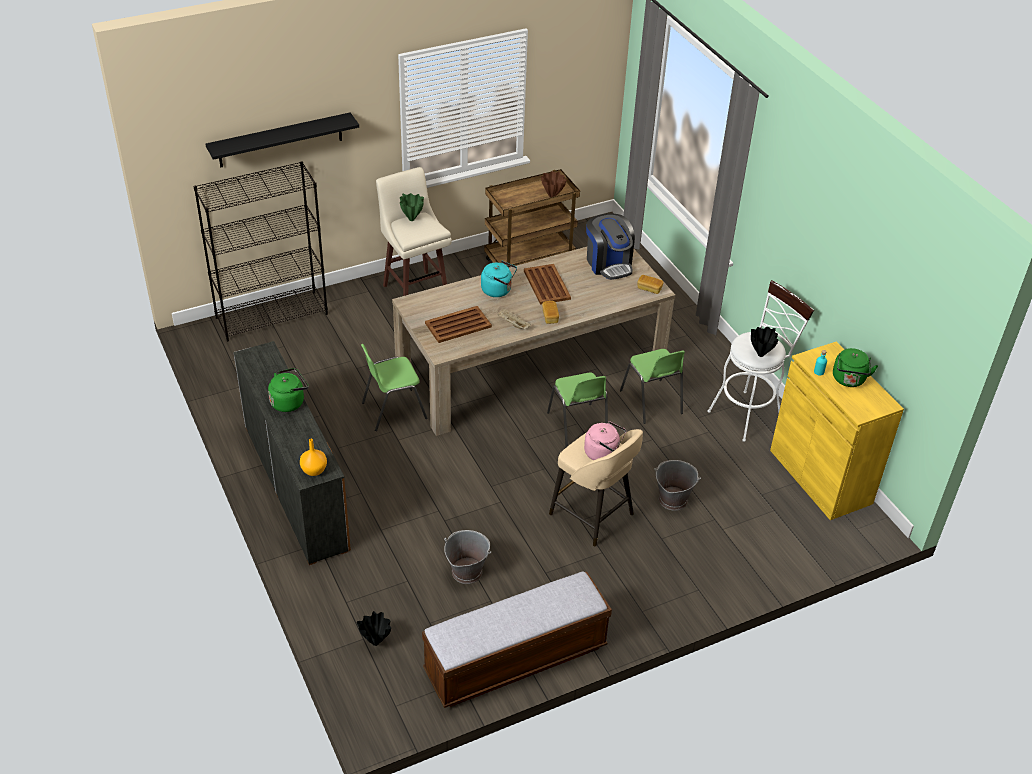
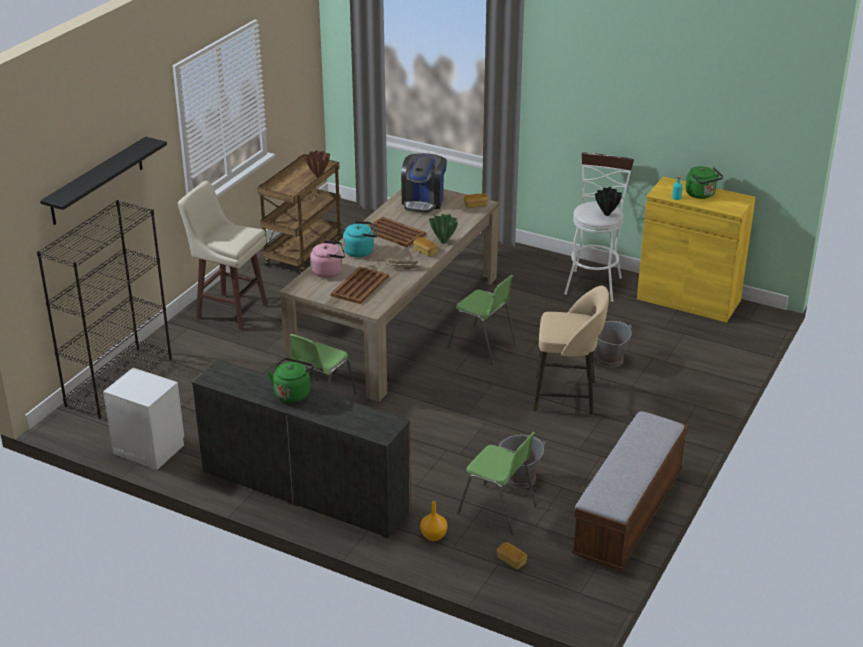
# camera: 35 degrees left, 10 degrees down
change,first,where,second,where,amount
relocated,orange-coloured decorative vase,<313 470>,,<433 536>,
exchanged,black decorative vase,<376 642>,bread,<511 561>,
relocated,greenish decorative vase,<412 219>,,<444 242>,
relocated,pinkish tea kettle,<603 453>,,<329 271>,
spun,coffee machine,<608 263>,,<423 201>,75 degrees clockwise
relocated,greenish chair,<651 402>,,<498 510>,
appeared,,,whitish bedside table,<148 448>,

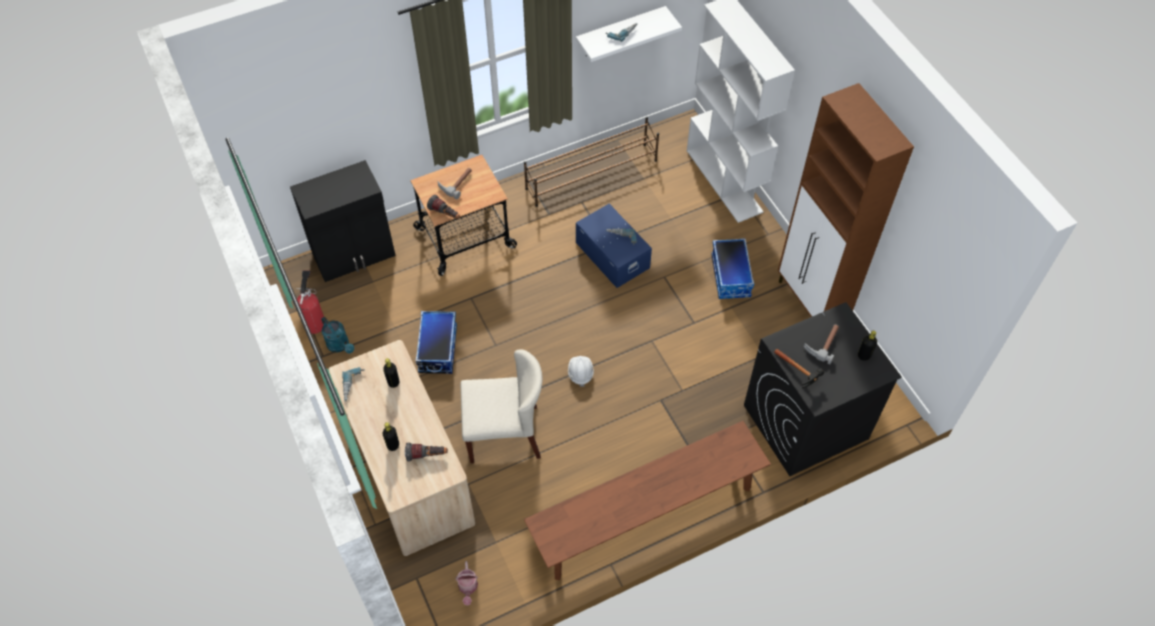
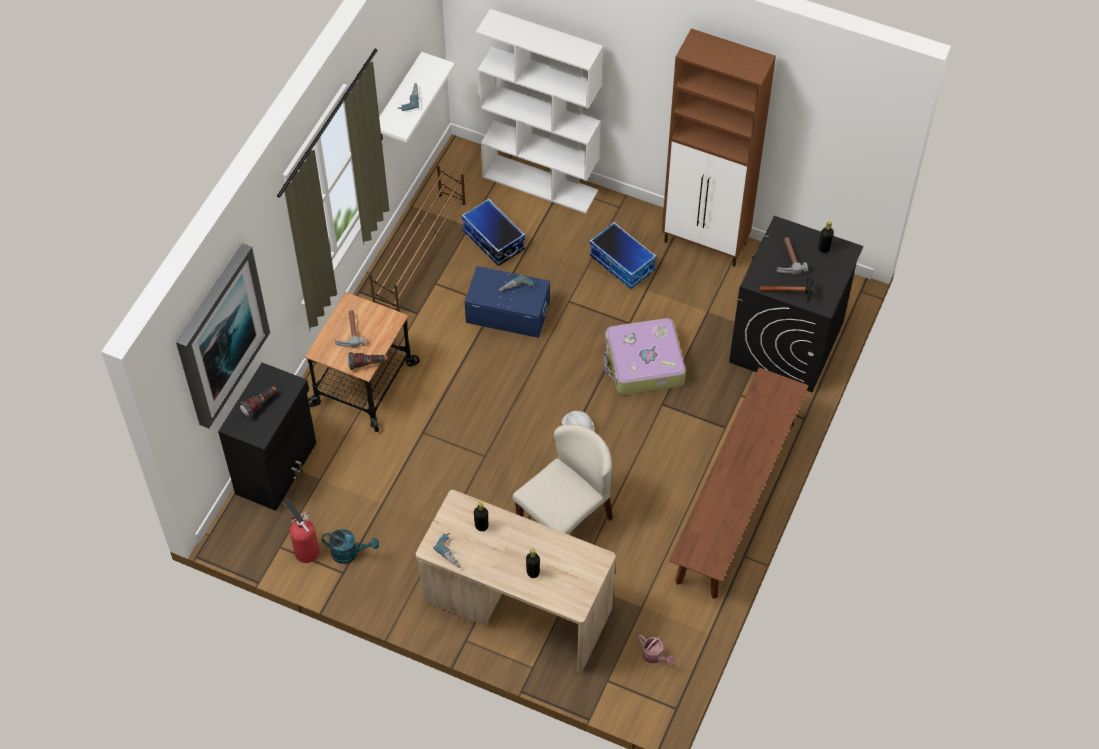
# camera: 40 degrees left, 0 degrees up
change,first,where,second,where,amount
relocated,flashlight,<427 455>,,<260 405>,
relocated,storage container,<437 349>,,<493 240>,
appeared,,,wall picture,<220 335>,
appeared,,,suitcase,<643 364>,

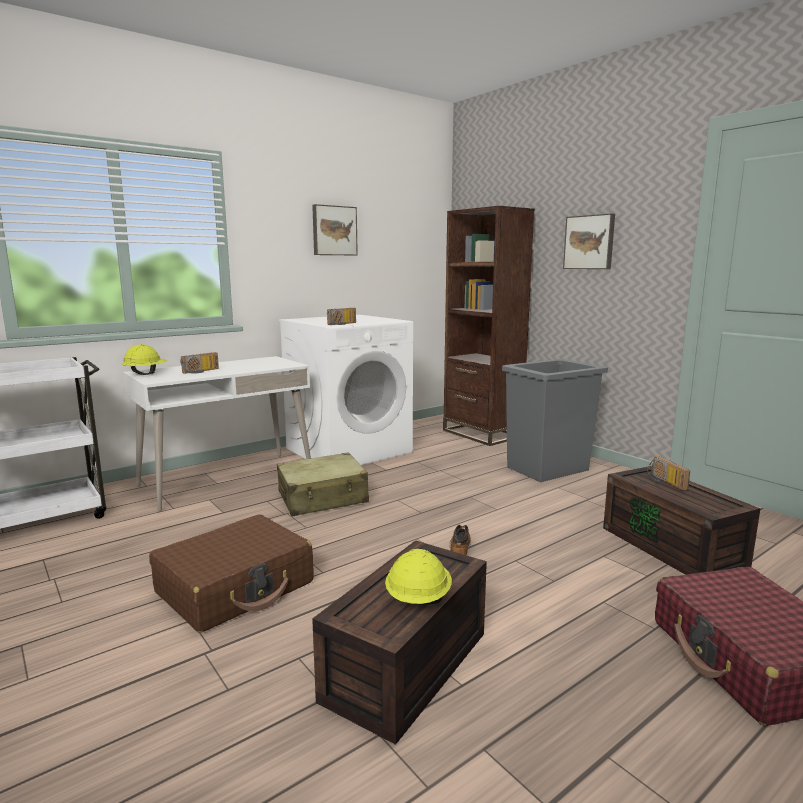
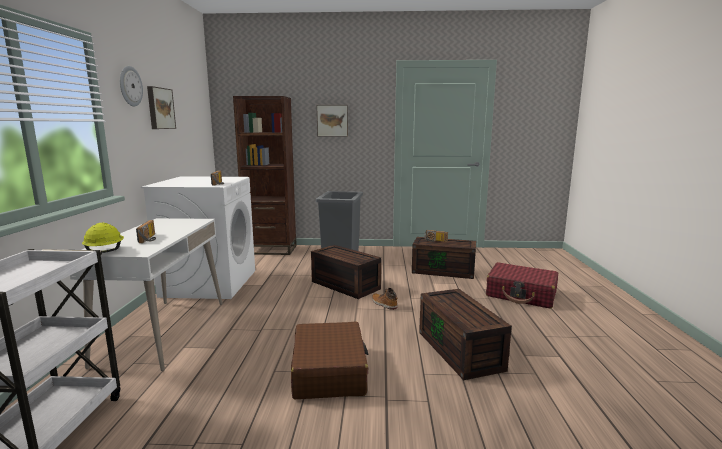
# camera: 50 degrees left, 0 degrees up
change,first,where,second,where,amount
missing,beige-coloured suitcase,<323 498>,,,
missing,yellow-coloured hard hat,<418 599>,,,
appeared,,,clock on the wall,<130 86>,
appeared,,,brownish storage container,<344 285>,

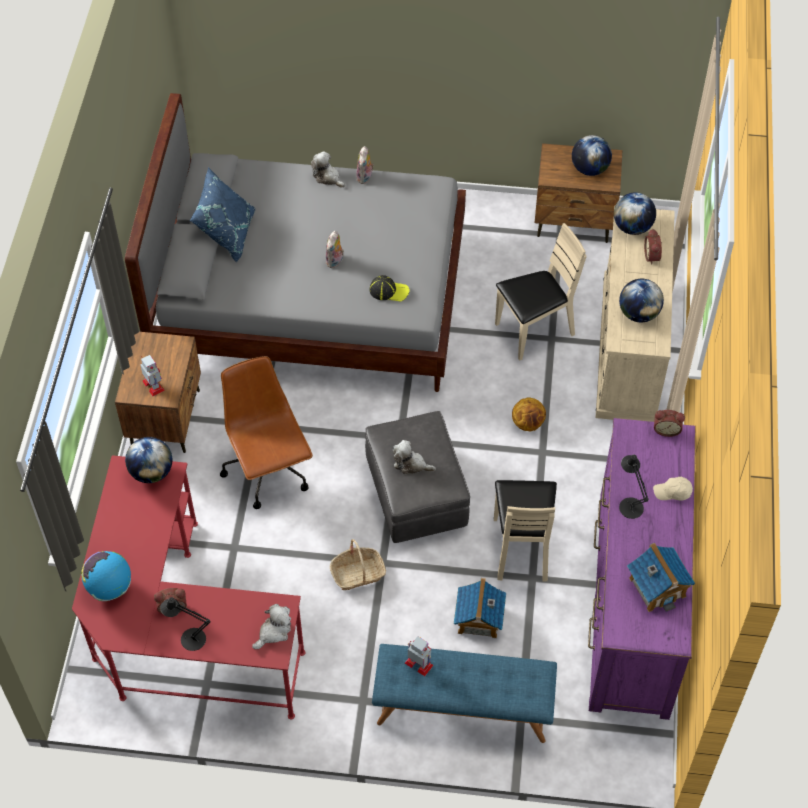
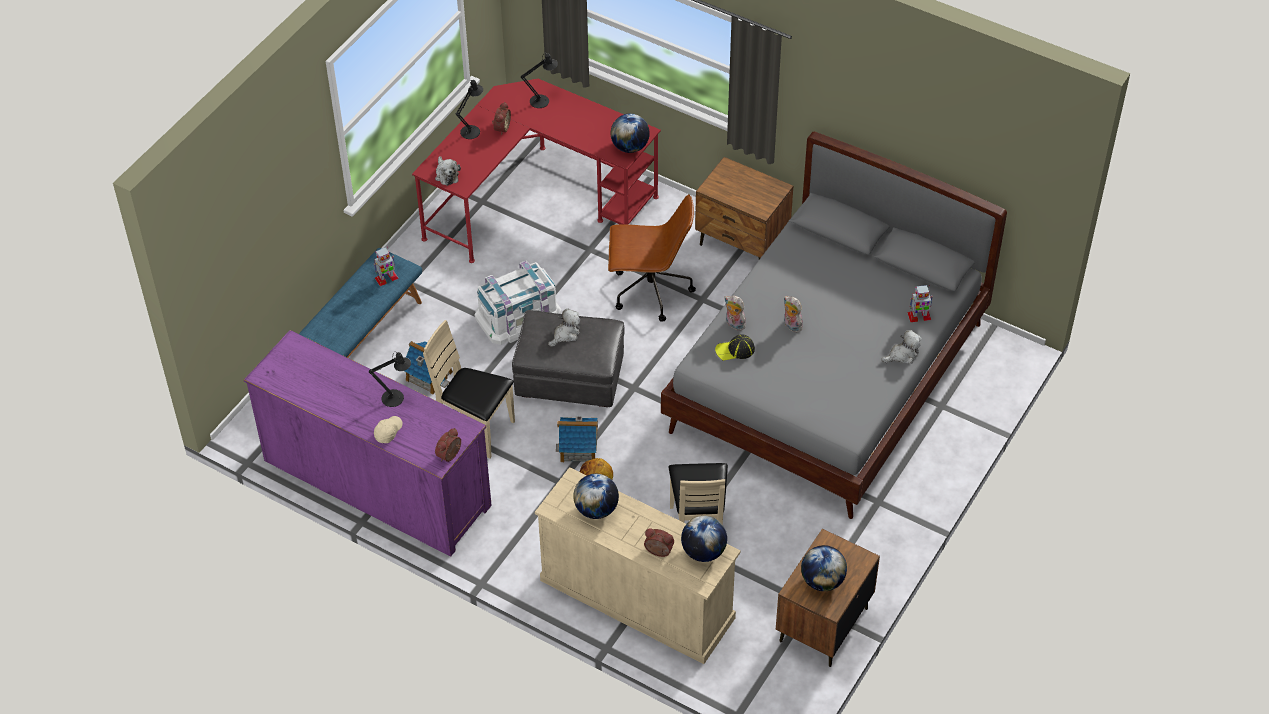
# camera: 115 degrees right, 5 degrees down
change,first,where,second,where,amount
exchanged,desk globe,<110 587>,black table lamp,<542 101>,
relocated,toy robot,<153 386>,,<919 316>,
missing,blue-coloured cushion,<226 233>,,,
exchanged,basket,<358 574>,whitish storage container,<518 315>,
relocated,soft toy,<365 178>,,<734 324>,
spun,peaked cap,<389 291>,,<735 350>,45 degrees clockwise
relocated,toy house,<657 587>,,<578 448>,

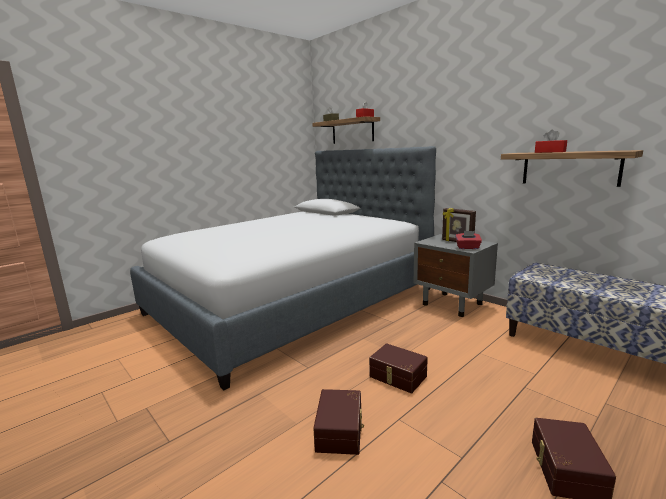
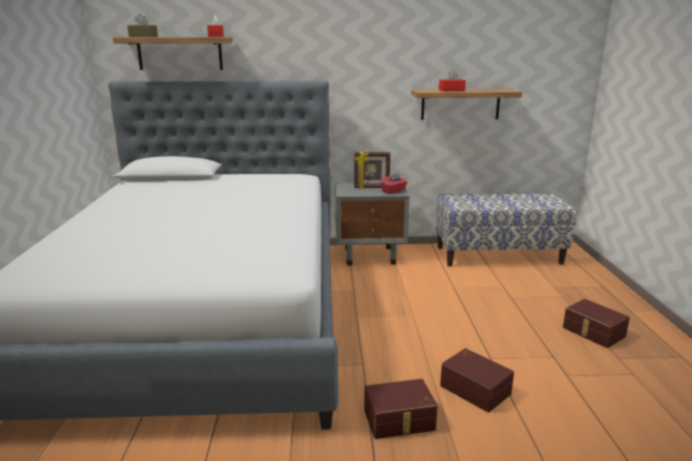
# camera: 50 degrees left, 5 degrees up
change,first,where,second,where,amount
relocated,brownish storage container,<397 377>,,<399 420>,

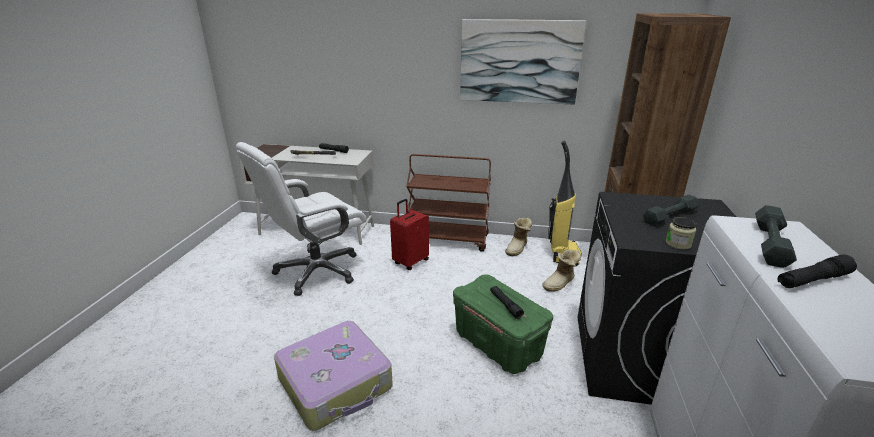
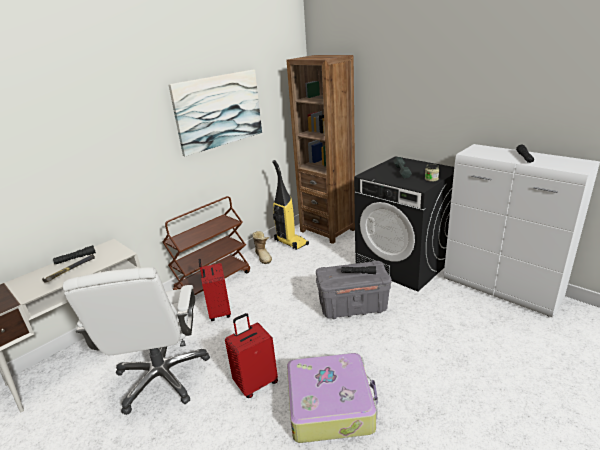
# camera: 55 degrees left, 0 degrees up
change,first,where,second,where,amount
colour,greenish storage container,<498 344>,grey storage container,<353 306>,
missing,boot,<560 283>,,,
missing,grey hand weight,<770 244>,,,
appeared,,,red suitcase,<256 383>,

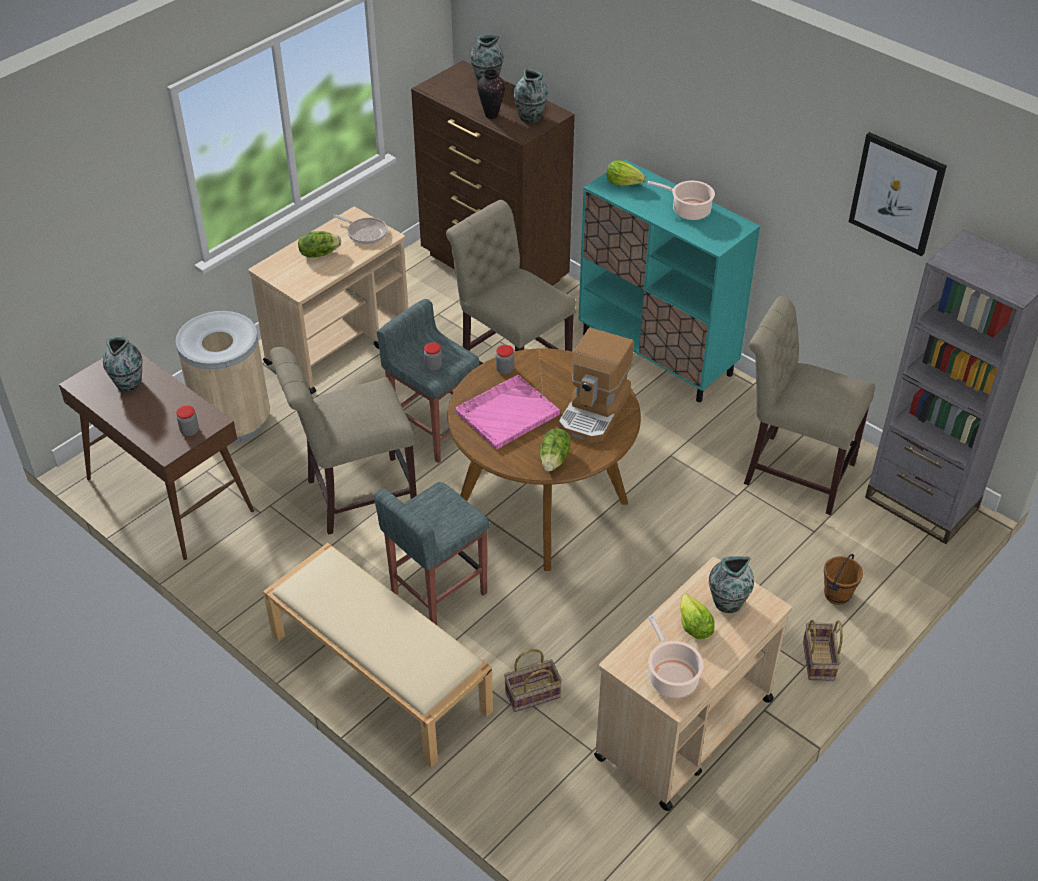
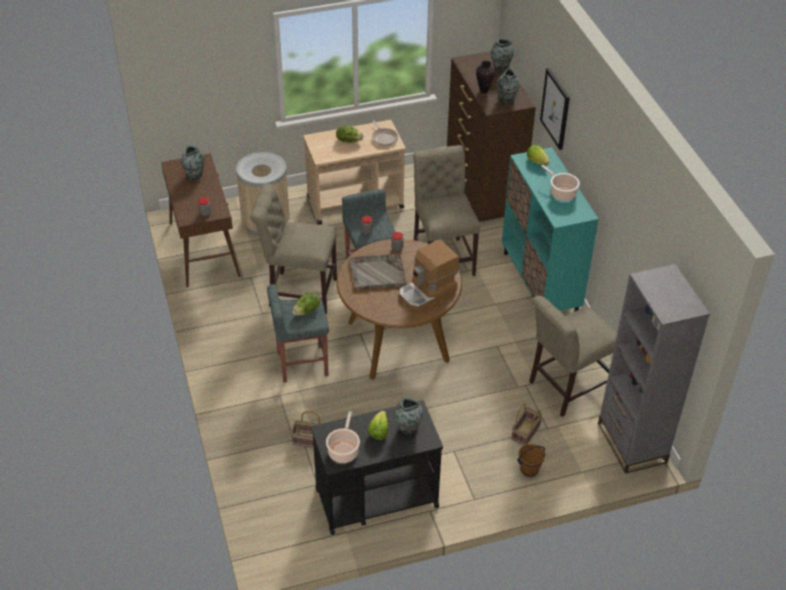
# camera: 30 degrees right, 0 degrees up
change,first,where,second,where,amount
missing,beige-coloured indoor bench,<378 672>,,,
colour,pinkish tray,<506 413>,grey tray,<377 273>,
relocated,lettuce head,<555 459>,,<307 311>,
colour,beige-coloured trolley,<683 729>,black trolley,<375 498>,
spun,beige-coloured chair,<793 471>,,<565 387>,90 degrees counterclockwise
relocated,basket,<819 661>,,<525 433>,
relocated,wall picture,<897 193>,,<555 108>,

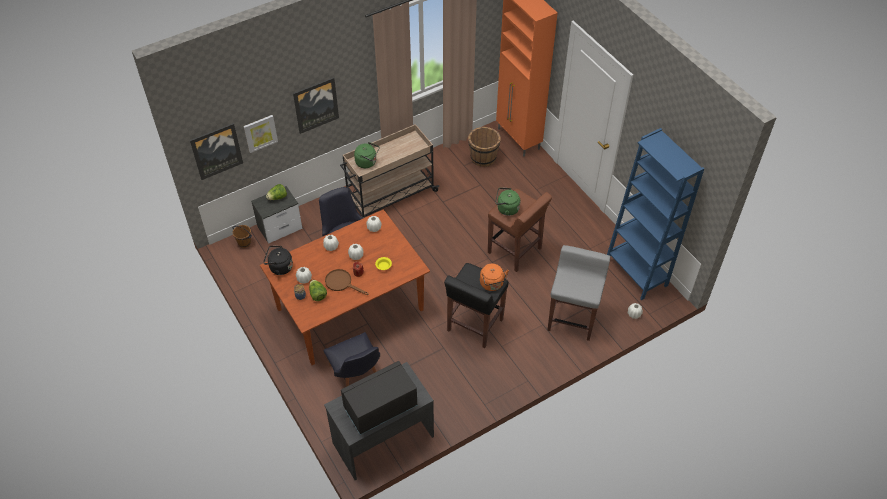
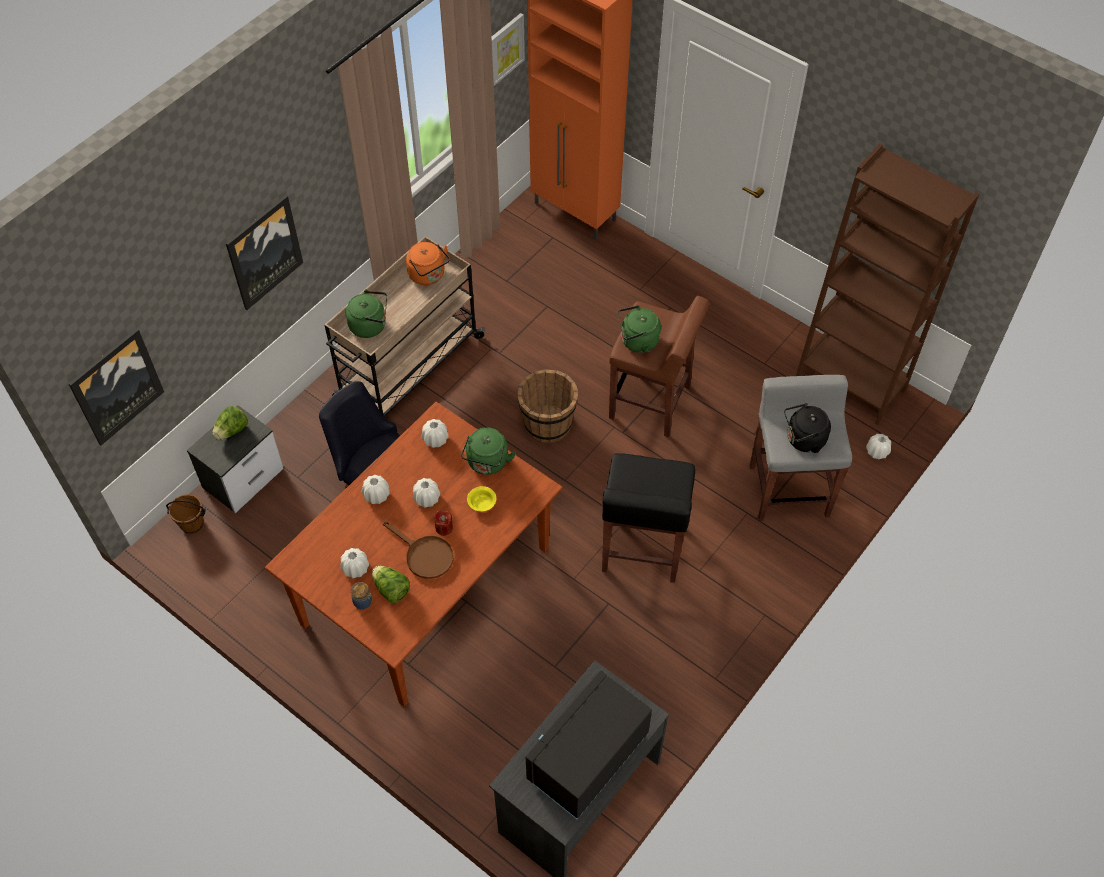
# camera: 20 degrees left, 5 degrees up
change,first,where,second,where,amount
relocated,wall picture,<260 133>,,<505 49>,
relocated,black tea kettle,<279 267>,,<803 440>,
missing,black chair,<357 378>,,,
spun,brownish pan,<342 283>,,<424 555>,150 degrees counterclockwise
relocated,brownish water bucket,<483 158>,,<547 423>,
relocated,orange-coloured tea kettle,<492 284>,,<428 275>,
colour,blue-coloured bookcase,<636 273>,brownish bookcase,<850 382>,
appeared,,,greenish tea kettle,<487 463>,

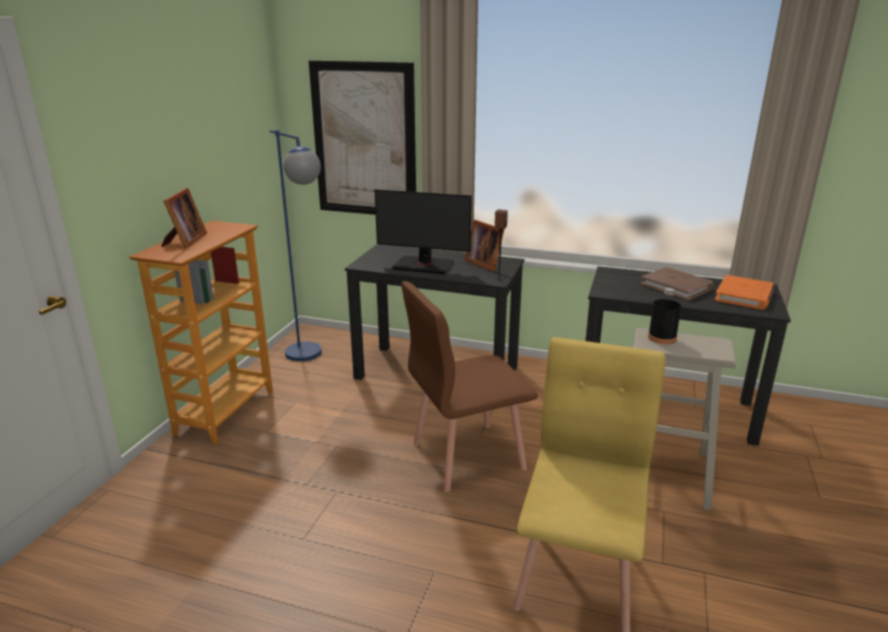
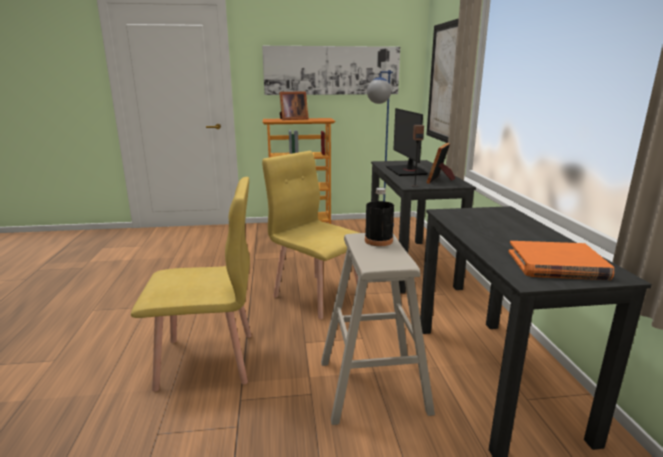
# camera: 65 degrees right, 5 degrees down
change,first,where,second,where,amount
colour,brownish chair,<467 455>,yellow-coloured chair,<318 295>,
missing,brownish book,<676 286>,,,
appeared,,,wall picture,<332 70>,

